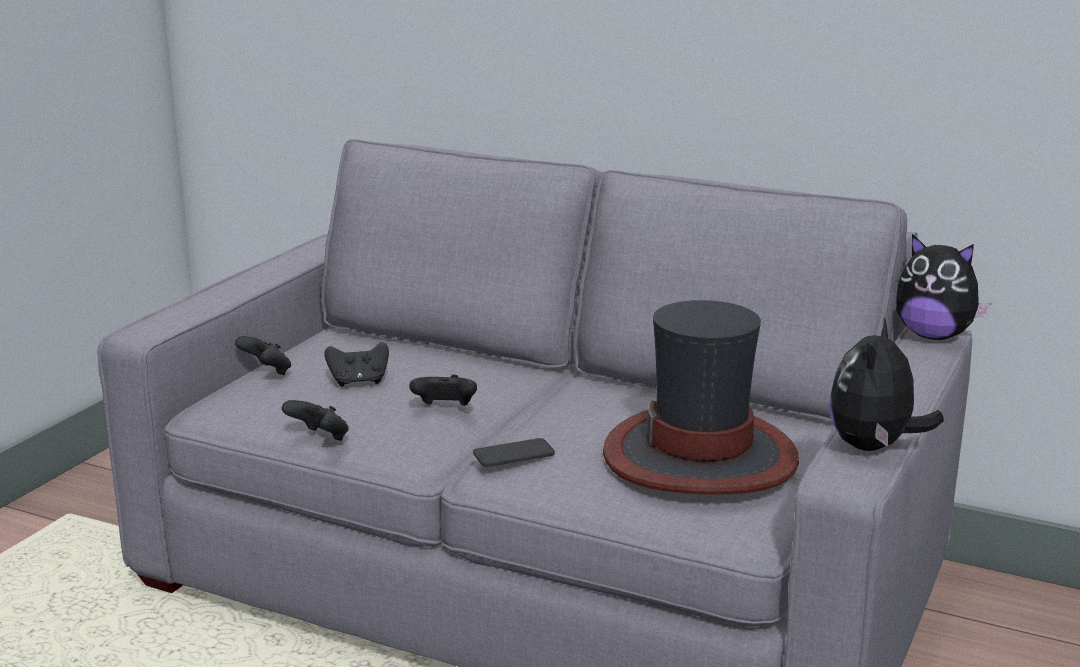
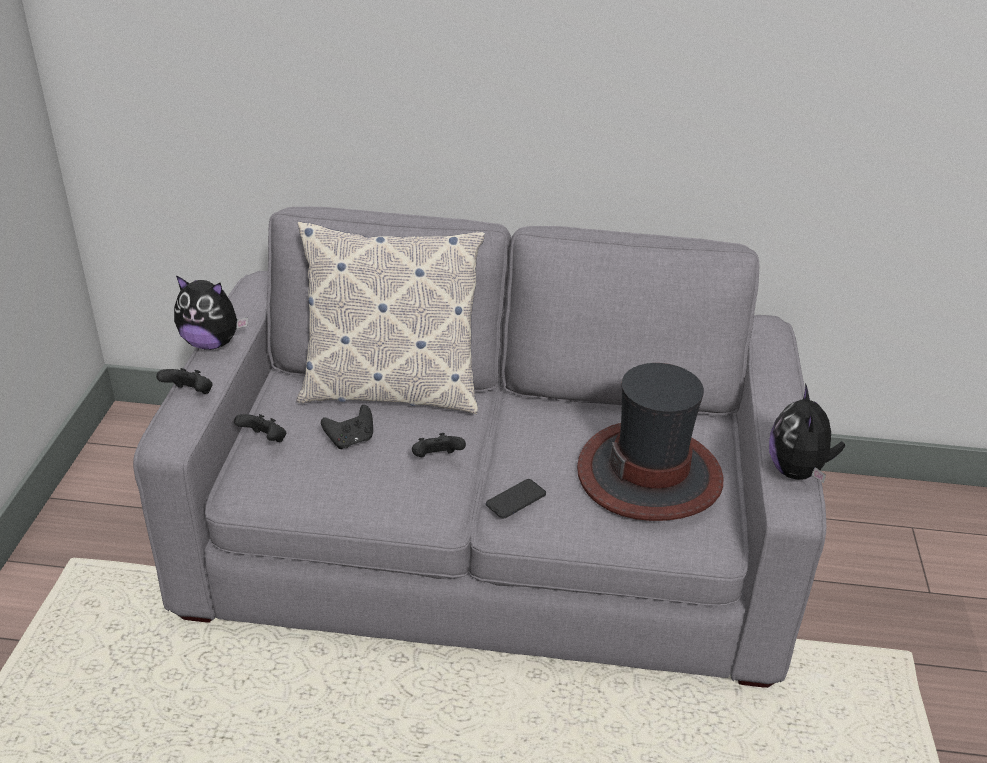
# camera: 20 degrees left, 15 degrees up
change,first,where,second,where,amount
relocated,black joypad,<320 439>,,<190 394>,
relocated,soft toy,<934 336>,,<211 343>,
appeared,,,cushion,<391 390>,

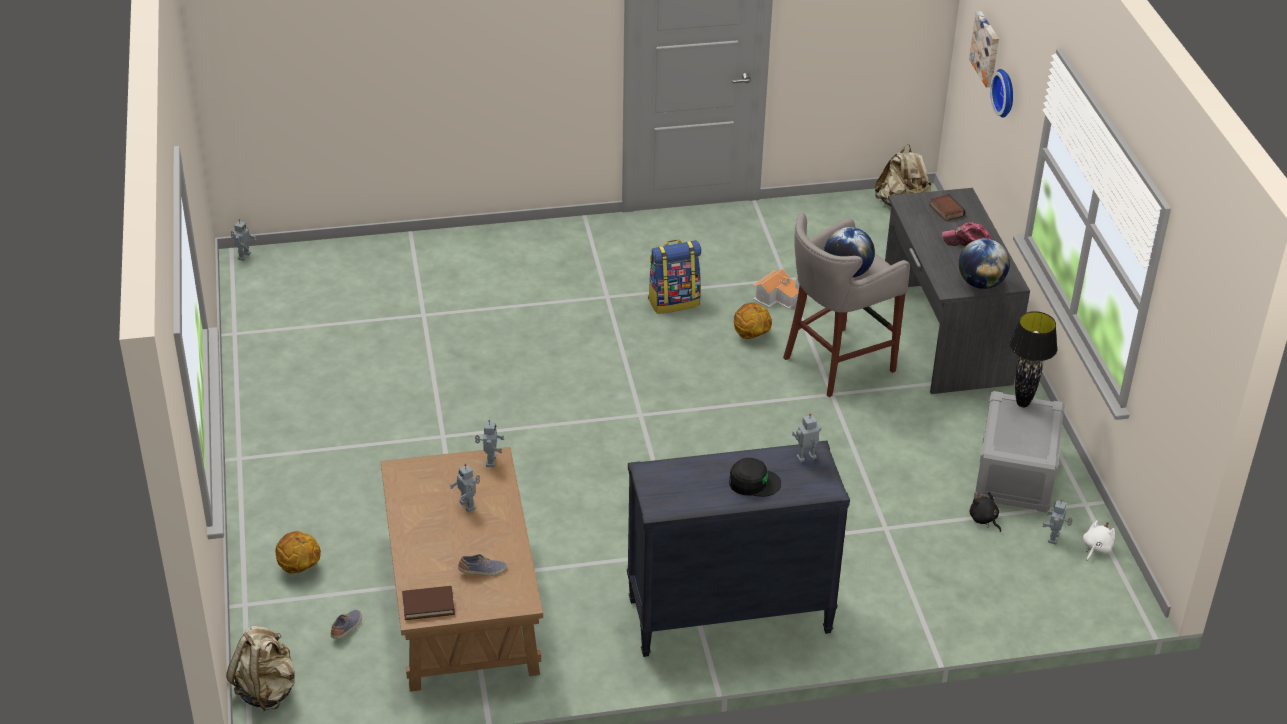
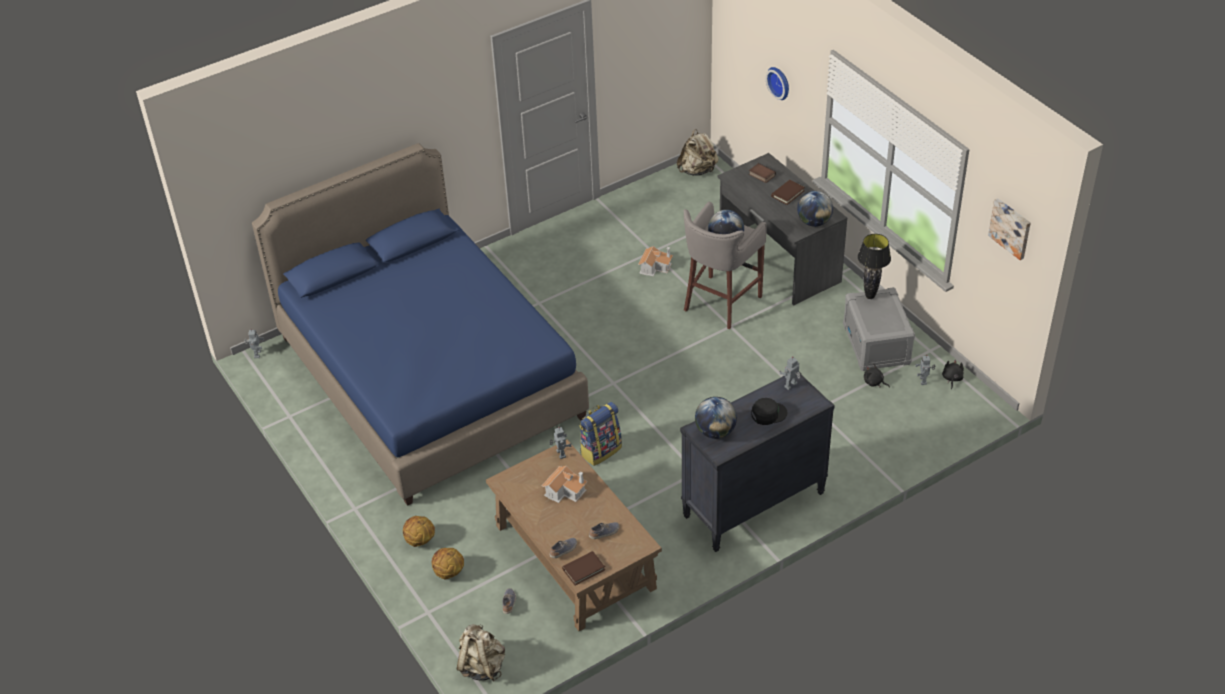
# camera: 20 degrees left, 5 degrees up
change,first,where,second,where,amount
exchanged,toy robot,<468 505>,toy house,<566 490>,
relocated,backpack,<674 301>,,<600 450>,
relocated,basketball,<751 335>,,<419 540>,
exchanged,peaked cap,<967 241>,brownish book,<787 193>,
relocated,wall picture,<987 49>,,<1011 228>,
colour,whitish soft toy,<1096 548>,black soft toy,<952 378>,
appeared,,,blue-coloured sleeping bed,<429 377>,
appeared,,,item of footwear,<564 551>,
appeared,,,desk globe,<715 432>,

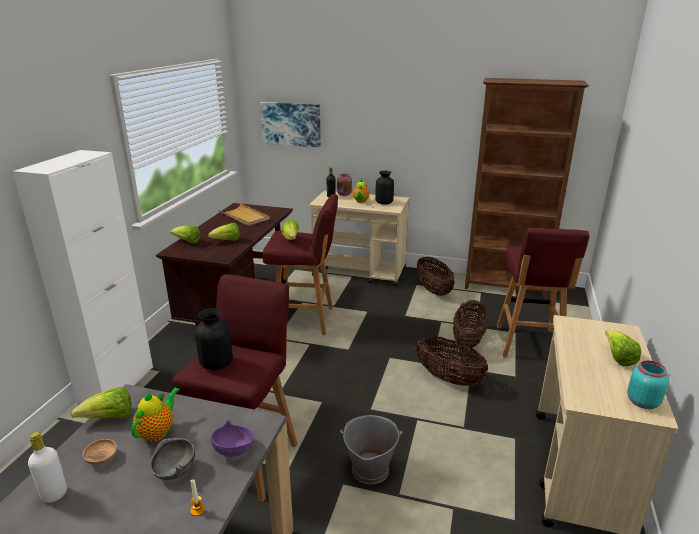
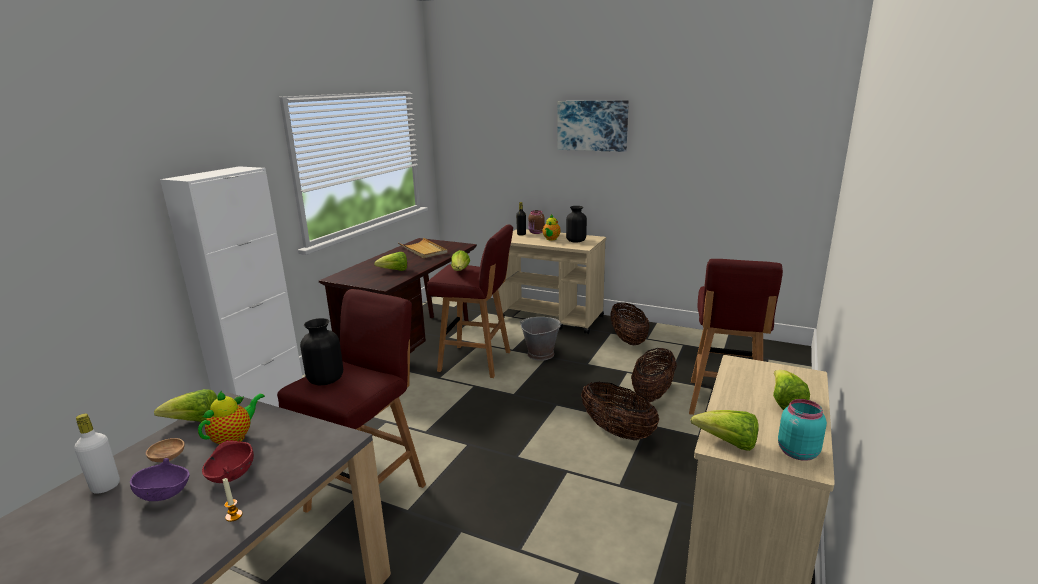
# camera: 10 degrees right, 5 degrees down
change,first,where,second,where,amount
colour,grey serving bowl,<174 471>,red serving bowl,<231 476>,
relocated,lettuce head,<188 242>,,<728 443>,
relocated,purplish serving bowl,<234 450>,,<165 494>,
relocated,wall picture,<291 124>,,<592 125>,
relocated,grey water bucket,<369 469>,,<540 354>,
missing,brownish bookcase,<505 287>,,,

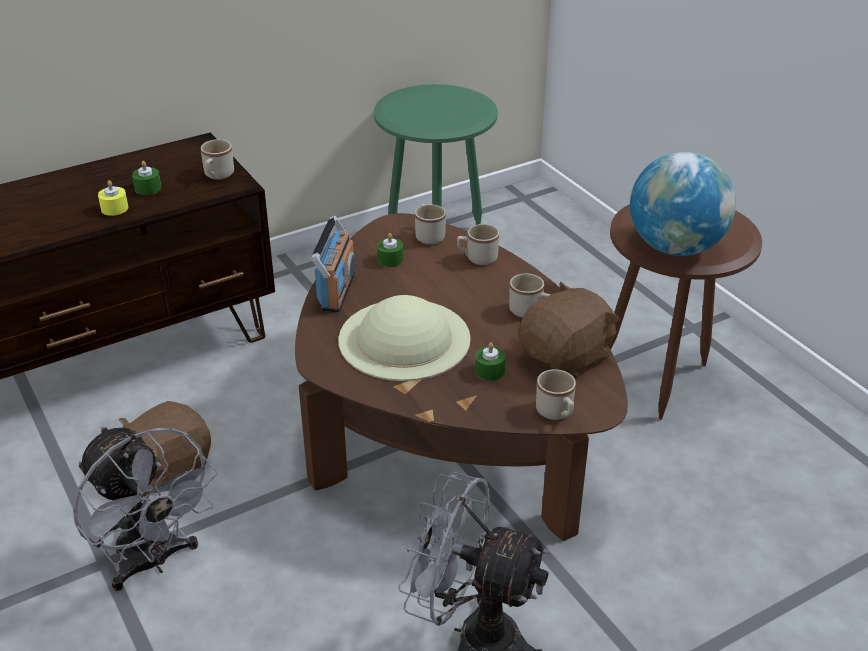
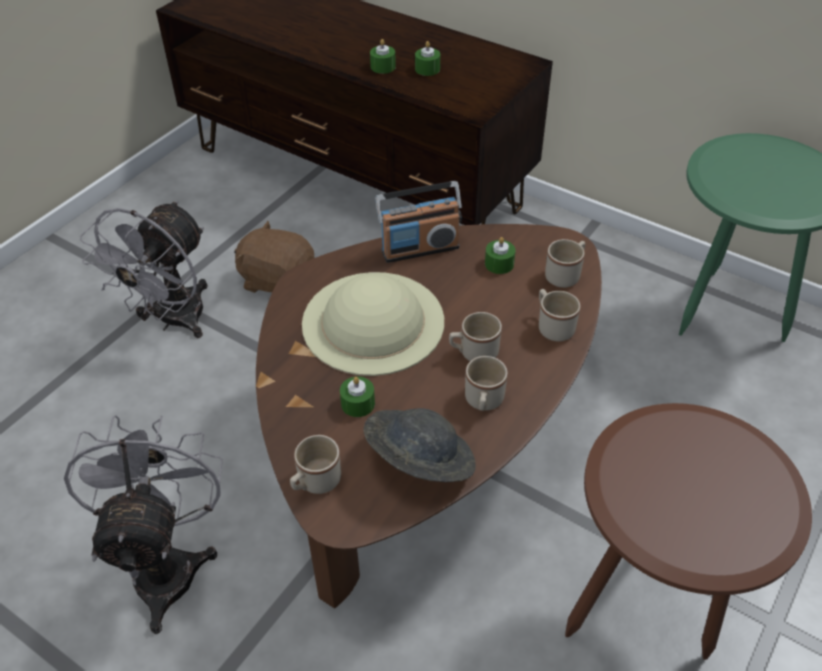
# camera: 65 degrees right, 10 degrees up
change,first,where,second,where,amount
colour,yellow-coloured candle,<114 208>,greenish candle,<383 67>,
relocated,beige-coloured mug,<217 176>,,<473 353>,
exchanged,brownish soft toy,<566 357>,grey clothing hat,<418 461>,
missing,desk globe,<675 247>,,,

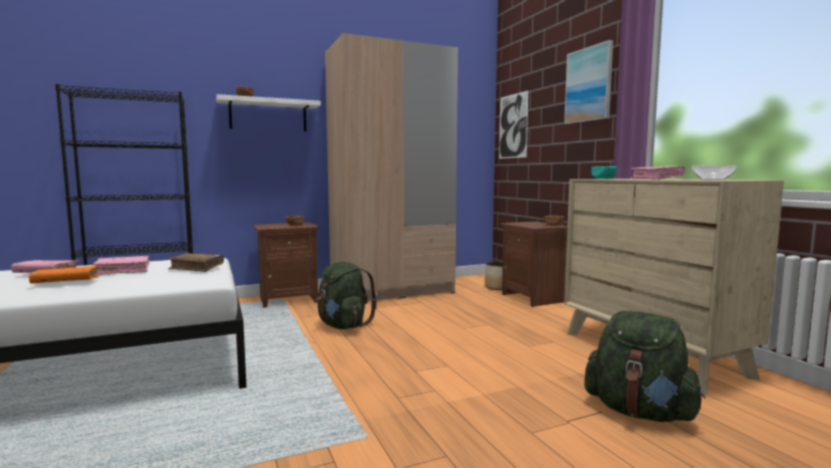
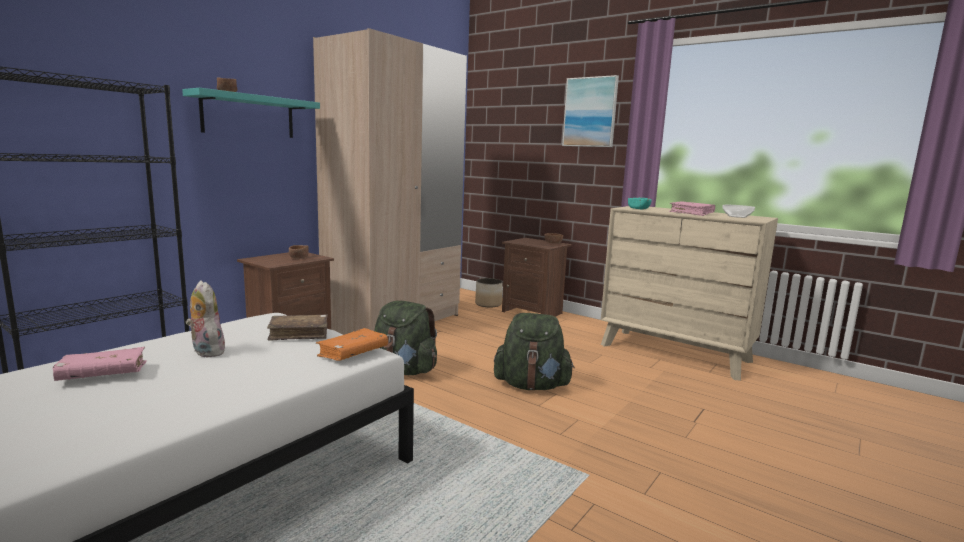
# camera: 30 degrees left, 5 degrees up
change,first,where,second,where,amount
relocated,orange-coloured book,<66 282>,,<353 353>,
exchanged,pinkish book,<123 271>,soft toy,<205 352>,
colour,whitish wall shelf,<268 115>,turquoise-coloured wall shelf,<248 116>,
missing,wall picture,<513 126>,,,
relocated,greenish backpack,<639 412>,,<532 385>,

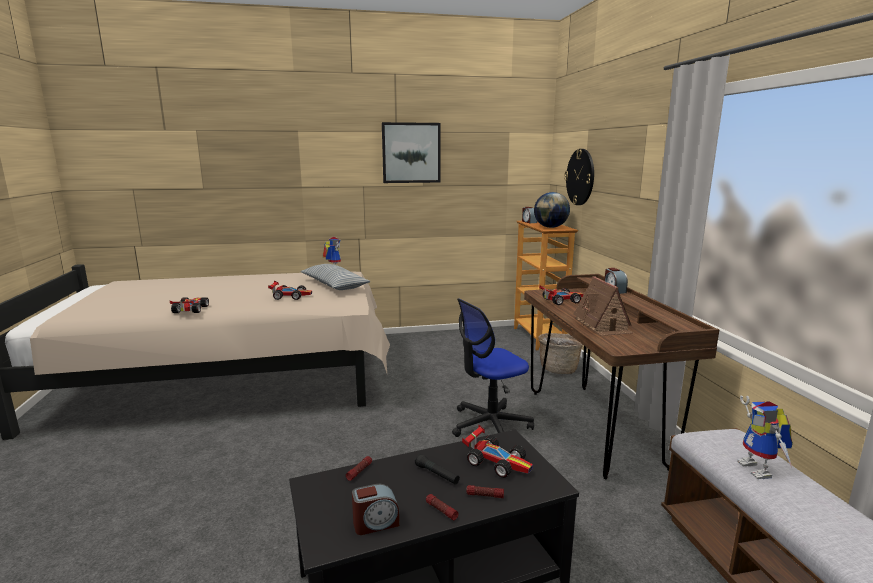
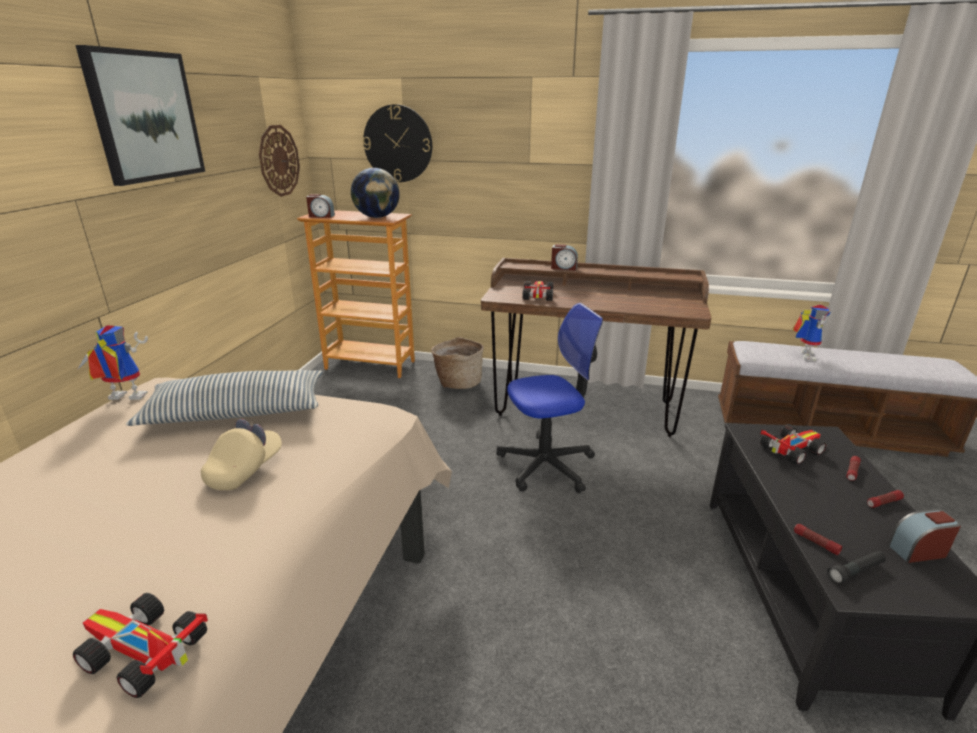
# camera: 65 degrees left, 10 degrees up
change,first,where,second,where,amount
exchanged,toy car,<290 296>,beige-coloured peaked cap,<245 470>,
spun,bedside clock,<375 523>,,<917 550>,105 degrees counterclockwise
relocated,black flashlight,<437 474>,,<855 572>,
spun,computer chair,<490 425>,,<546 465>,105 degrees counterclockwise
missing,toy house,<602 325>,,,
spun,toy robot,<760 470>,,<803 354>,90 degrees counterclockwise
appeared,,,clock on the wall,<279 161>,

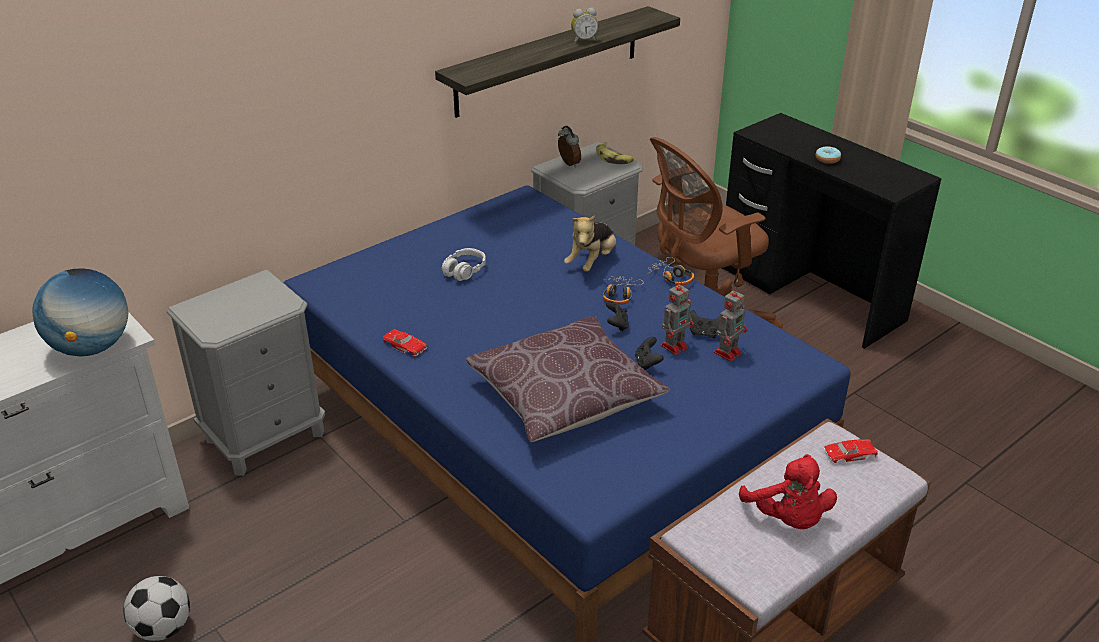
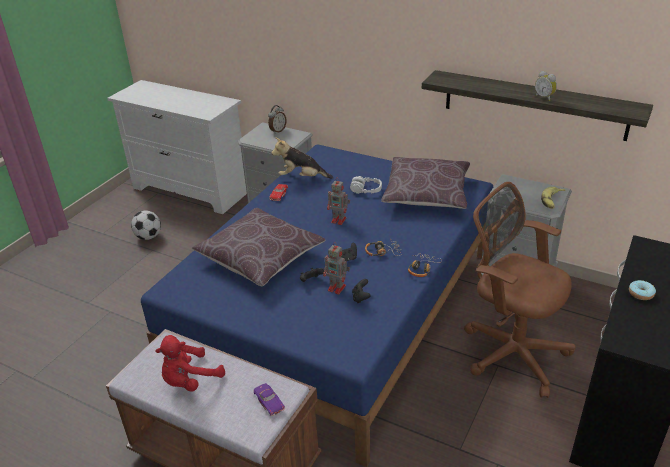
# camera: 70 degrees right, 0 degrees up
change,first,where,second,where,amount
missing,desk globe,<92 347>,,,
relocated,bedside clock,<568 164>,,<277 131>,
relocated,soft toy,<592 262>,,<302 177>,
relocated,toy robot,<728 352>,,<339 220>,
colour,red toy car,<849 454>,purplish toy car,<269 401>,
appeared,,,brownish cushion,<426 194>,

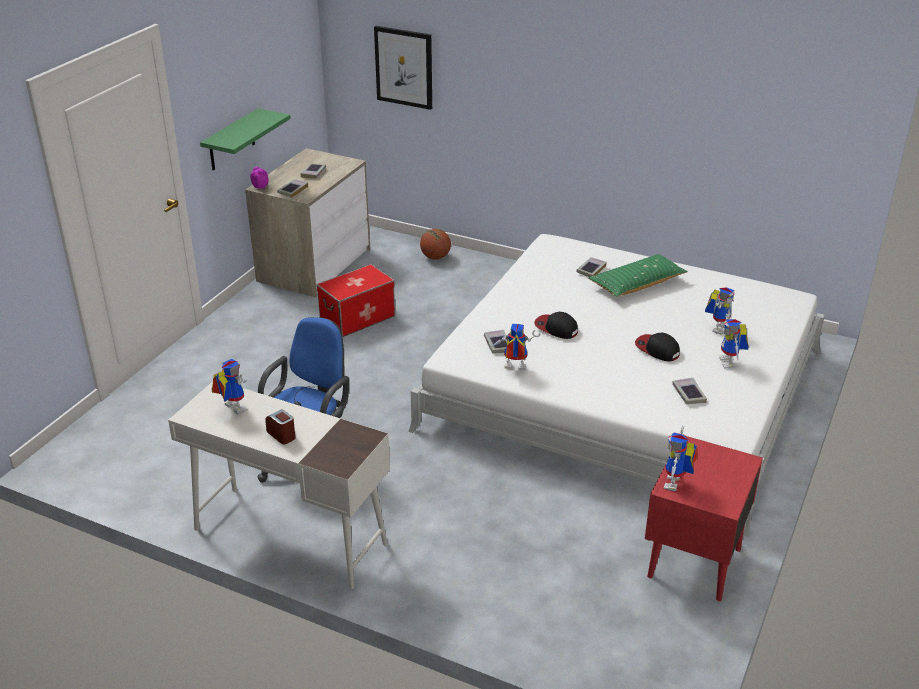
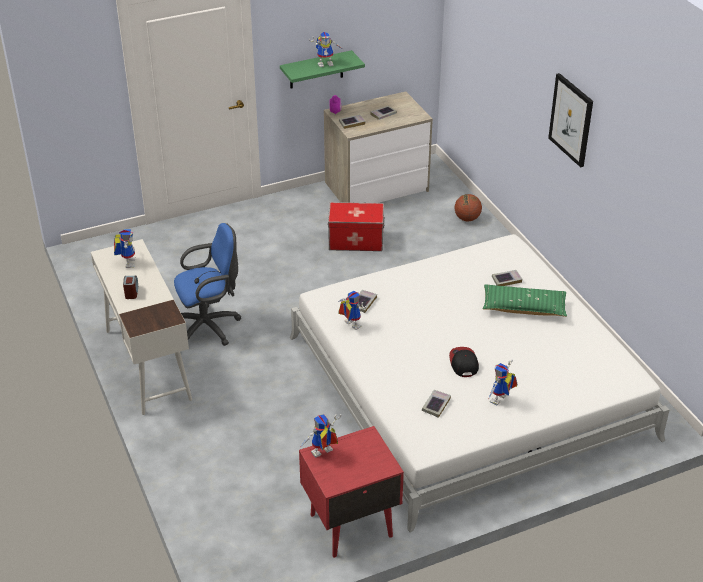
# camera: 40 degrees right, 5 degrees up
change,first,where,second,where,amount
relocated,wall picture,<404 67>,,<571 119>,
missing,peaked cap,<556 328>,,,
relocated,toy robot,<718 327>,,<326 63>,

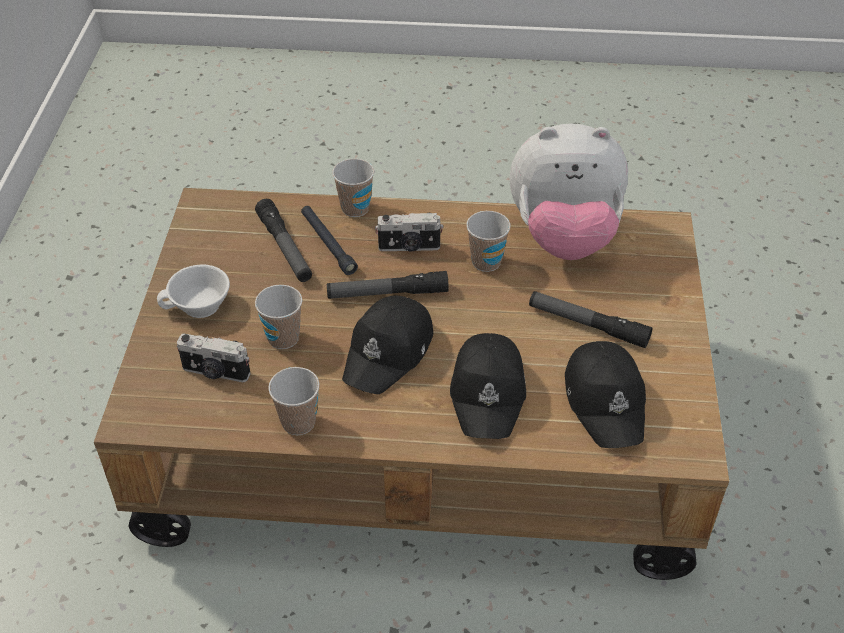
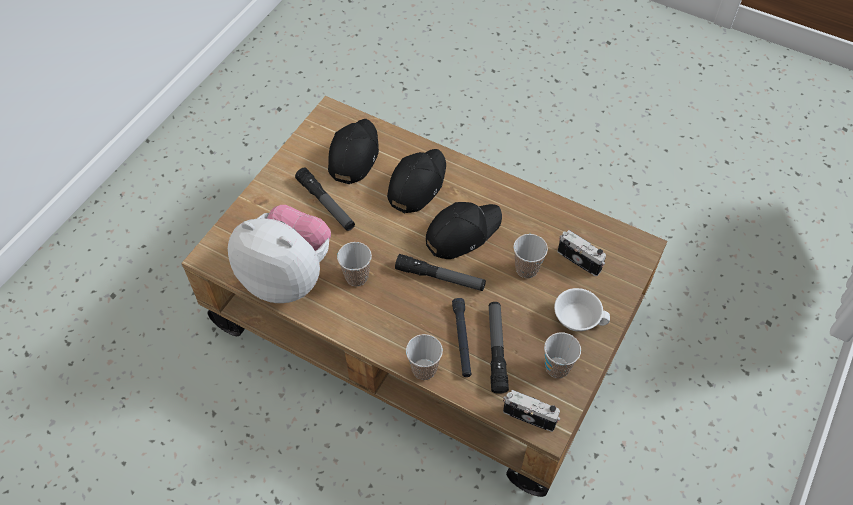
# camera: 155 degrees left, 10 degrees up
change,first,where,second,where,amount
relocated,drinking cup,<298 422>,,<557 367>,
relocated,still camera,<409 247>,,<530 415>,

